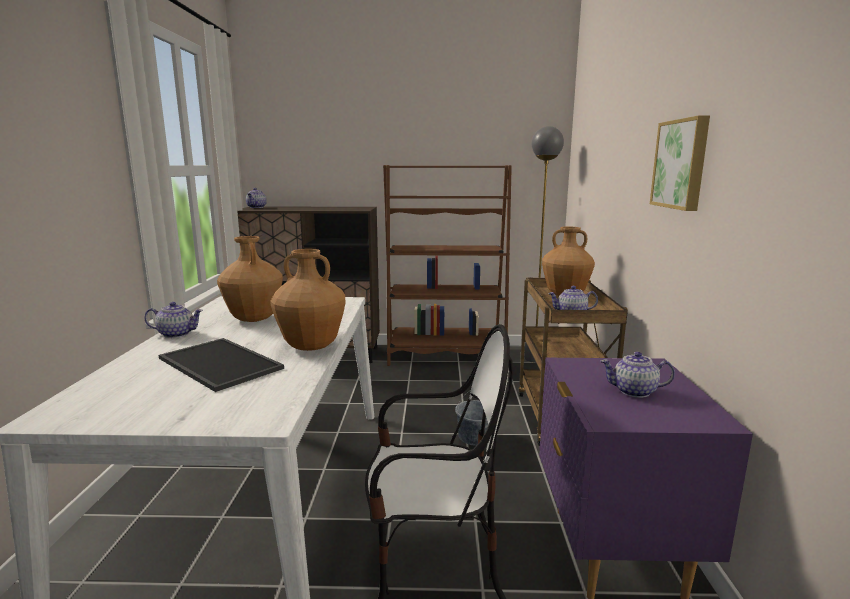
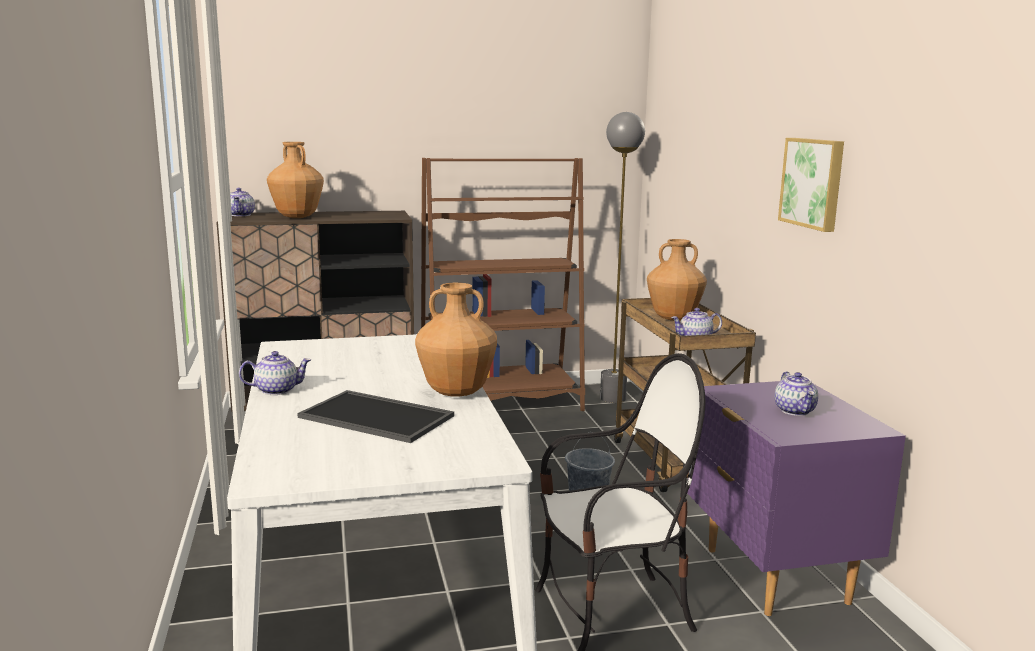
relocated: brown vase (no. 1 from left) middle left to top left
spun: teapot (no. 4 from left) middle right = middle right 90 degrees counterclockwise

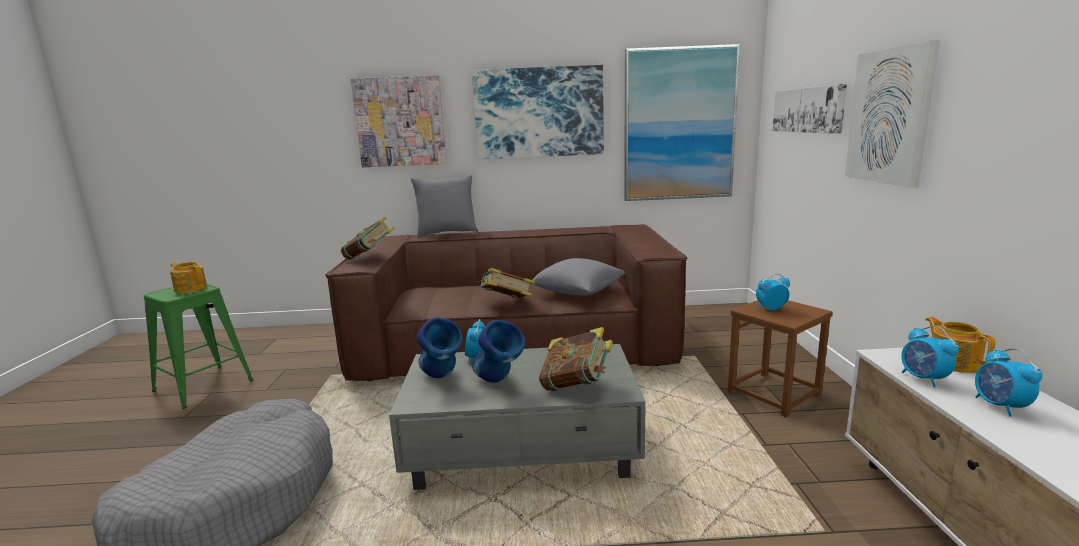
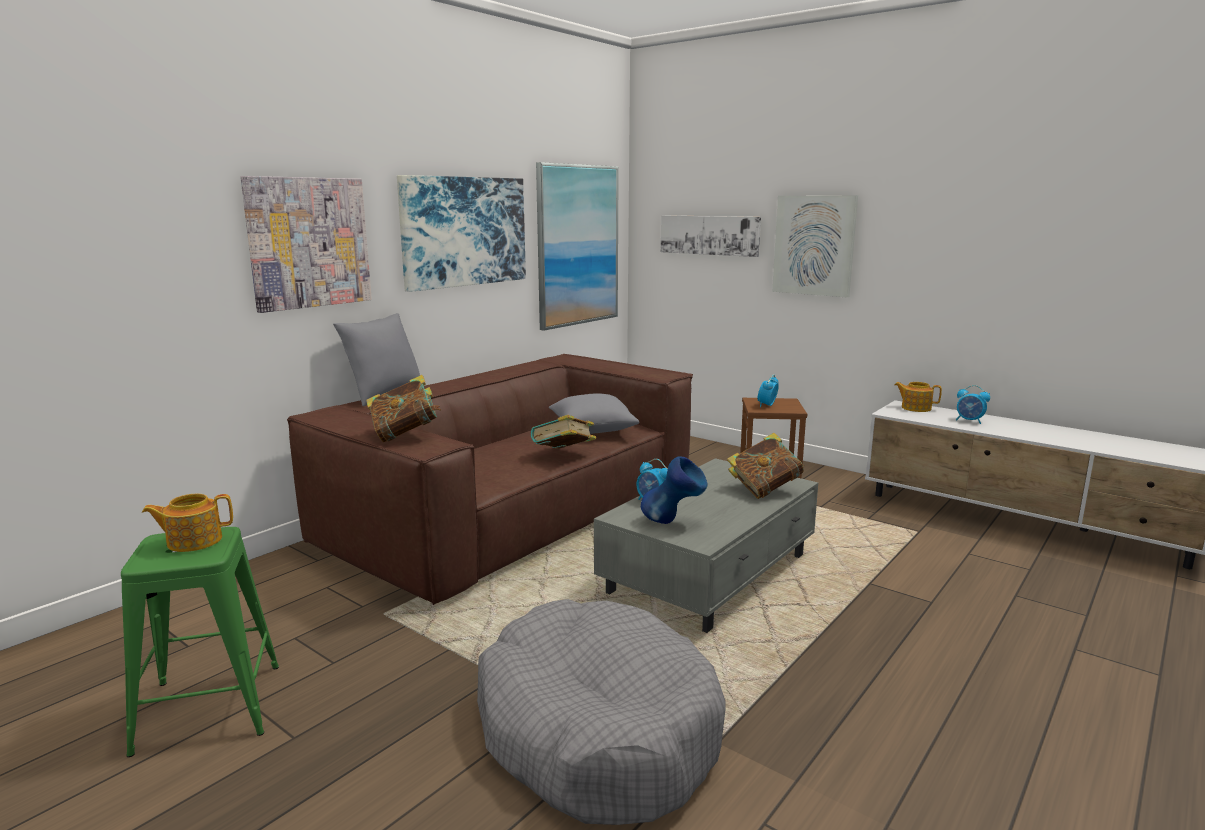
missing: blue vase (no. 2 from left) centre; alarm clock (no. 3 from left) middle right

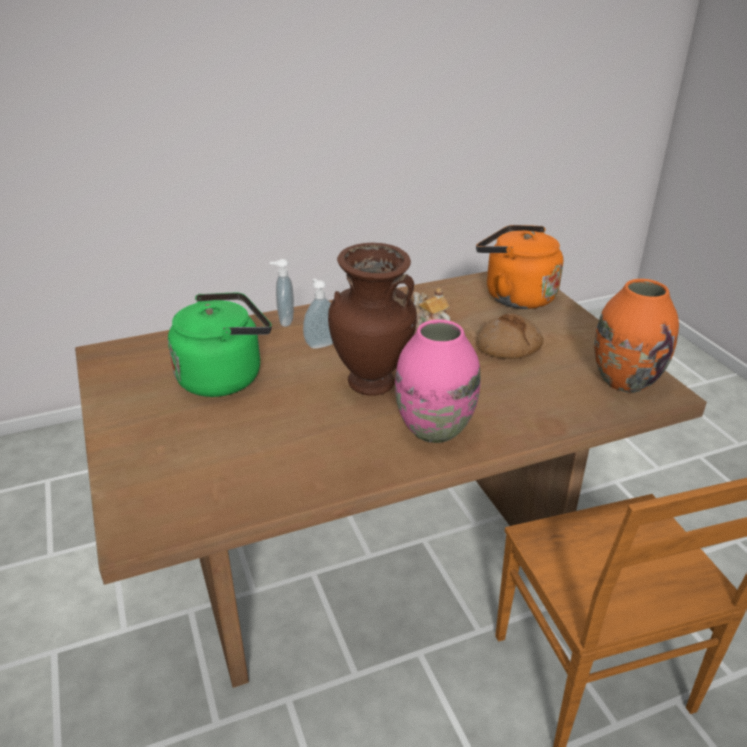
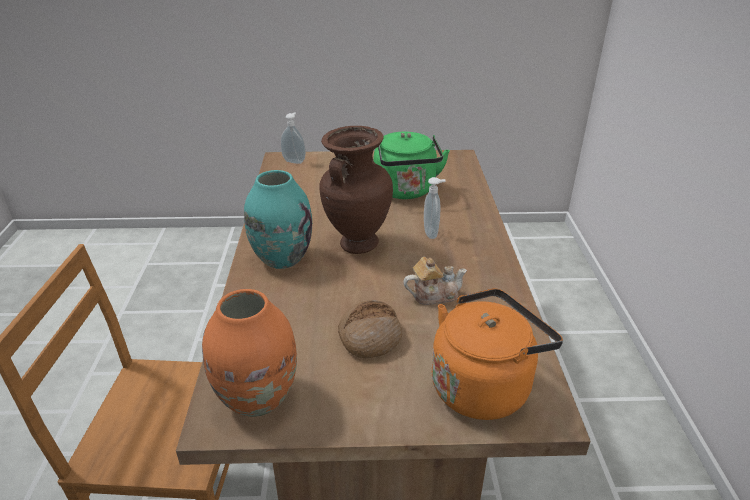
relocated: soap dispenser (no. 1 from left) centre to top centre
colour: pink vase centre to turquoise vase centre

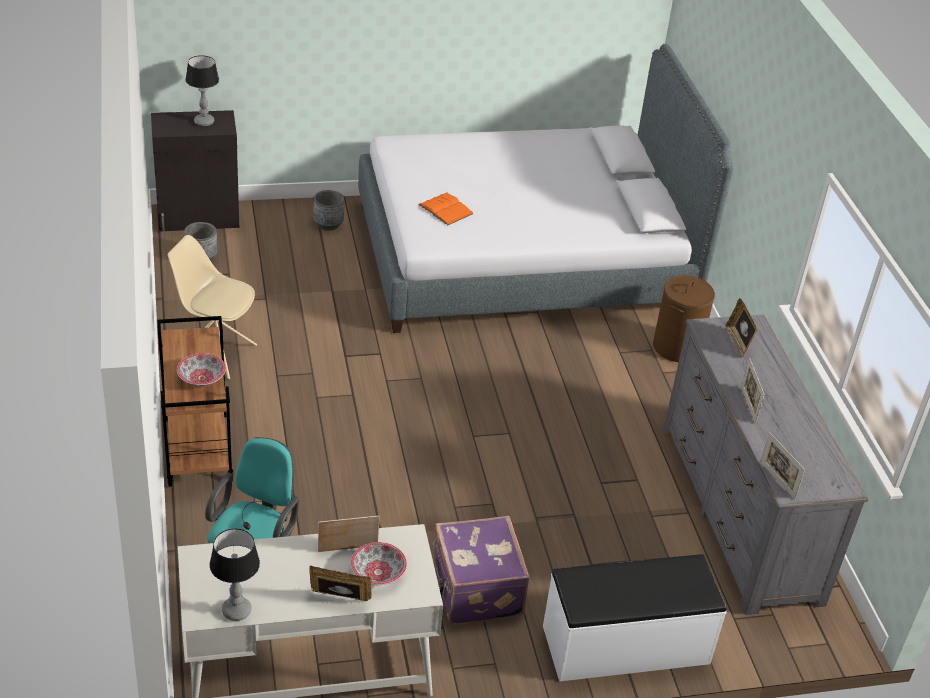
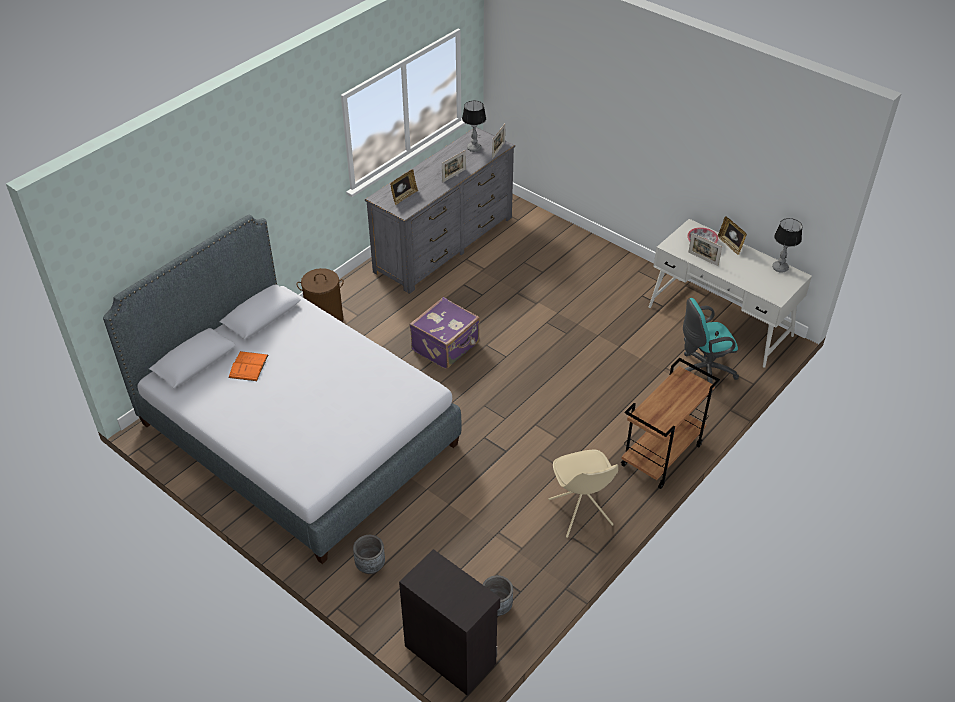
missing: bowl (no. 1 from left) middle left; white bench bottom right
relocated: table lamp (no. 1 from left) top left to top centre; orange book top centre to middle left; purple suitcase bottom centre to centre

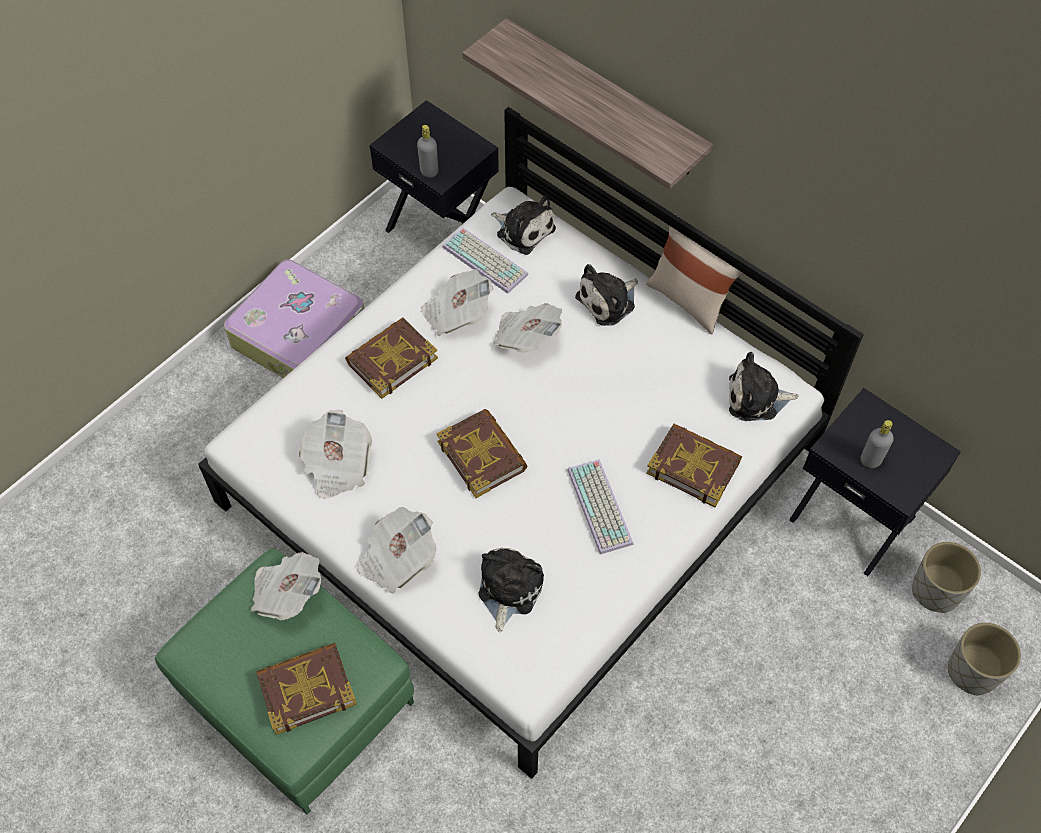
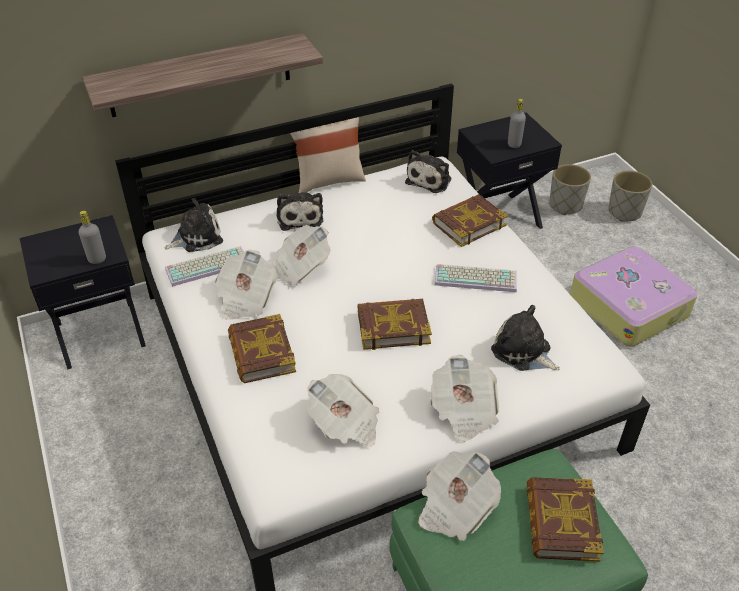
relocated: suitcase middle left to middle right

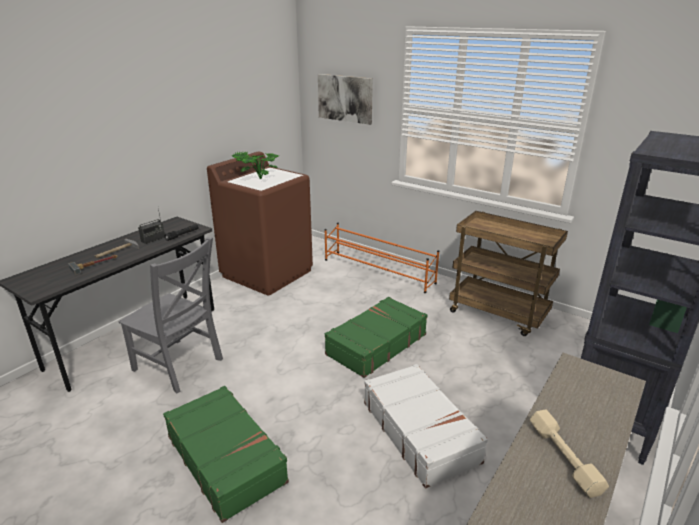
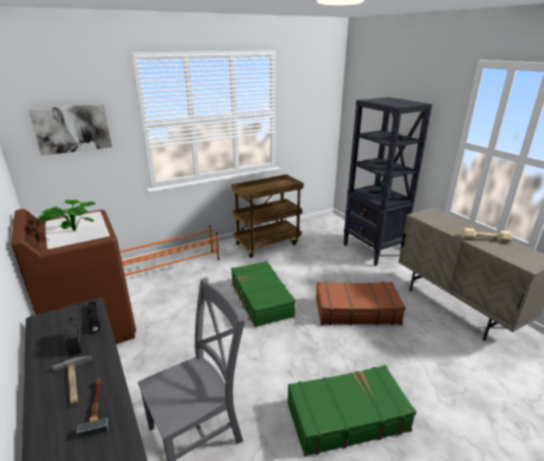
colour: white suitcase bottom centre to brown suitcase centre

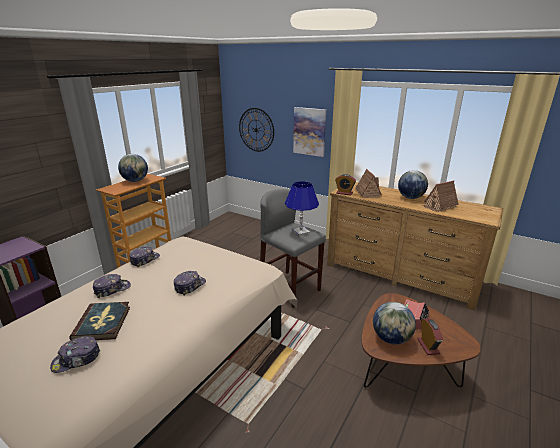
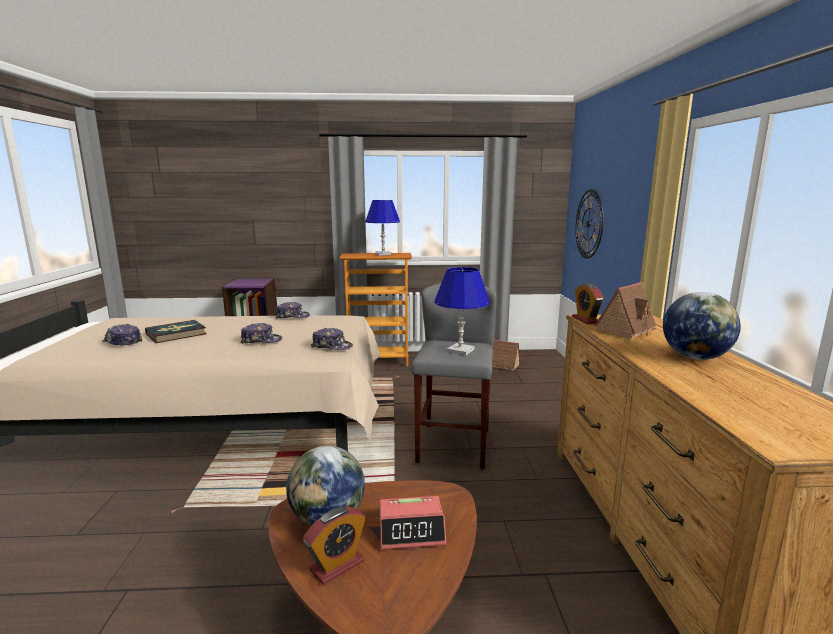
missing: picture top centre
relocated: cap (no. 2 from left in the first image) middle left to cap (no. 4 from left) centre; toy house (no. 2 from left in the first image) middle right to toy house (no. 1 from left) centre
exchanged: globe (no. 1 from left) middle left to blue table lamp (no. 1 from left) centre

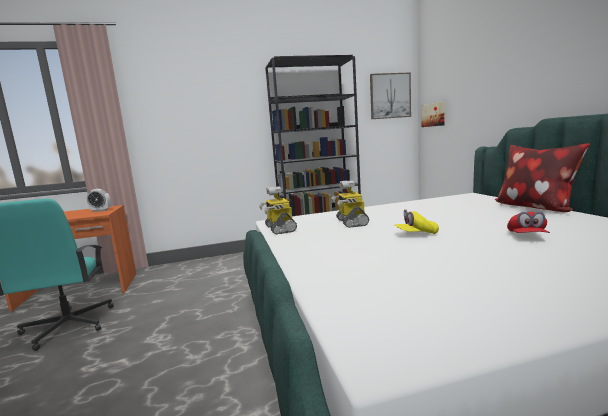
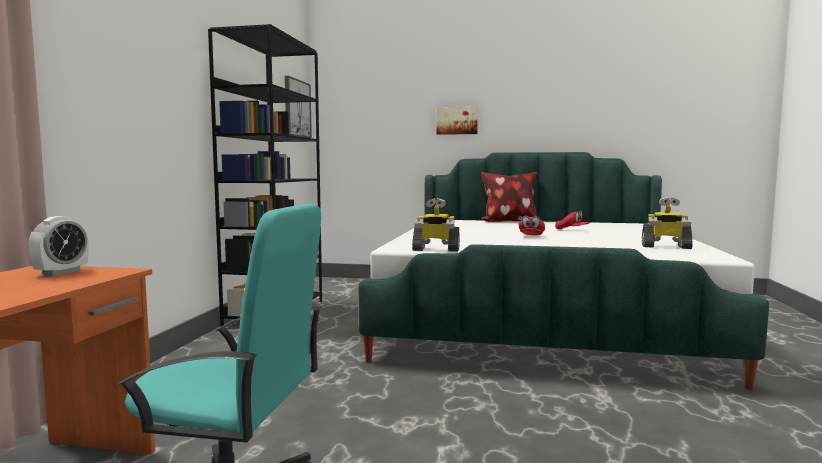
relocated: toy robot (no. 2 from left) centre to middle right; picture (no. 2 from left) top right to top centre
colour: yellow cap middle right to red cap (no. 1 from left) centre

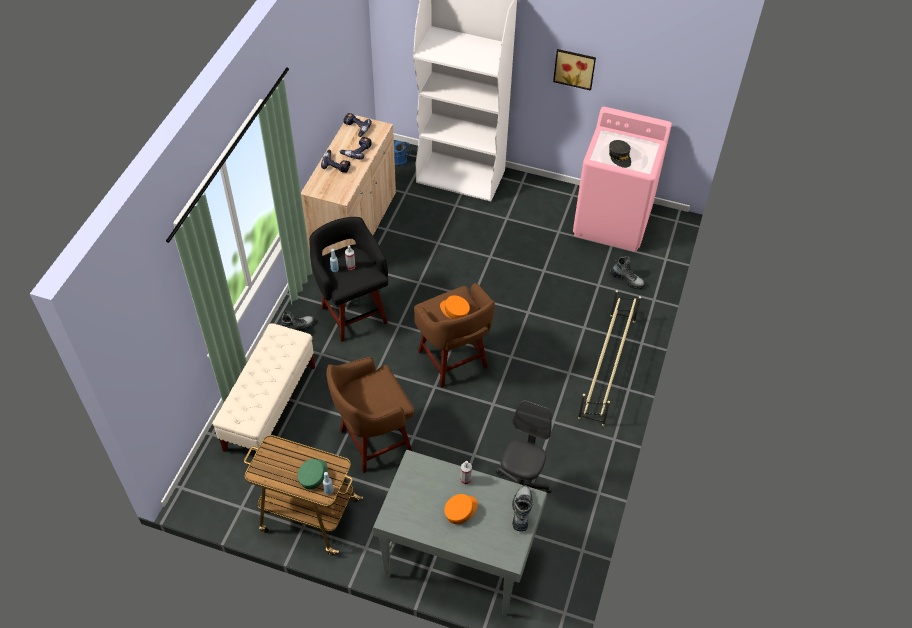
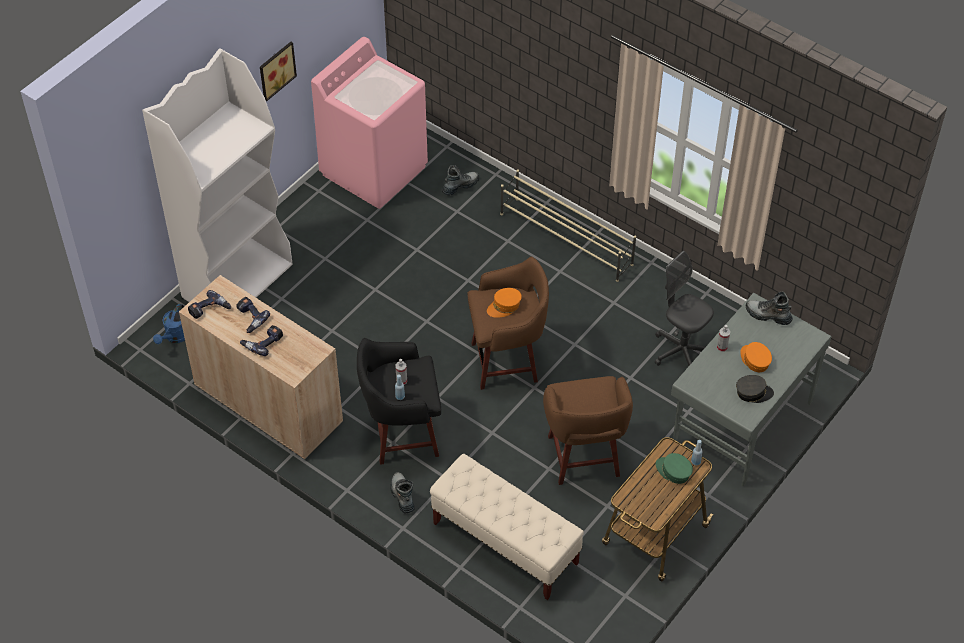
relocated: grey cap top right to middle right

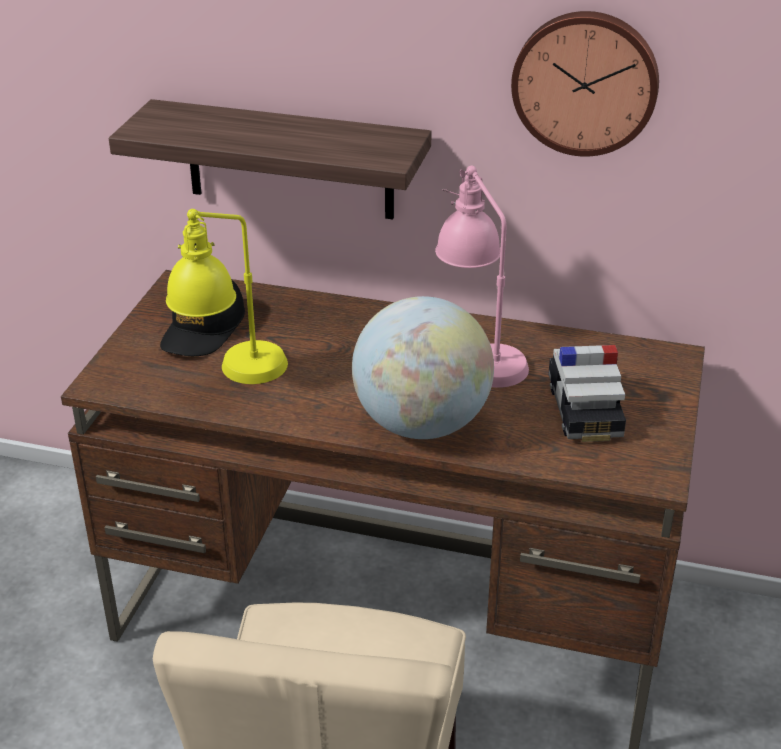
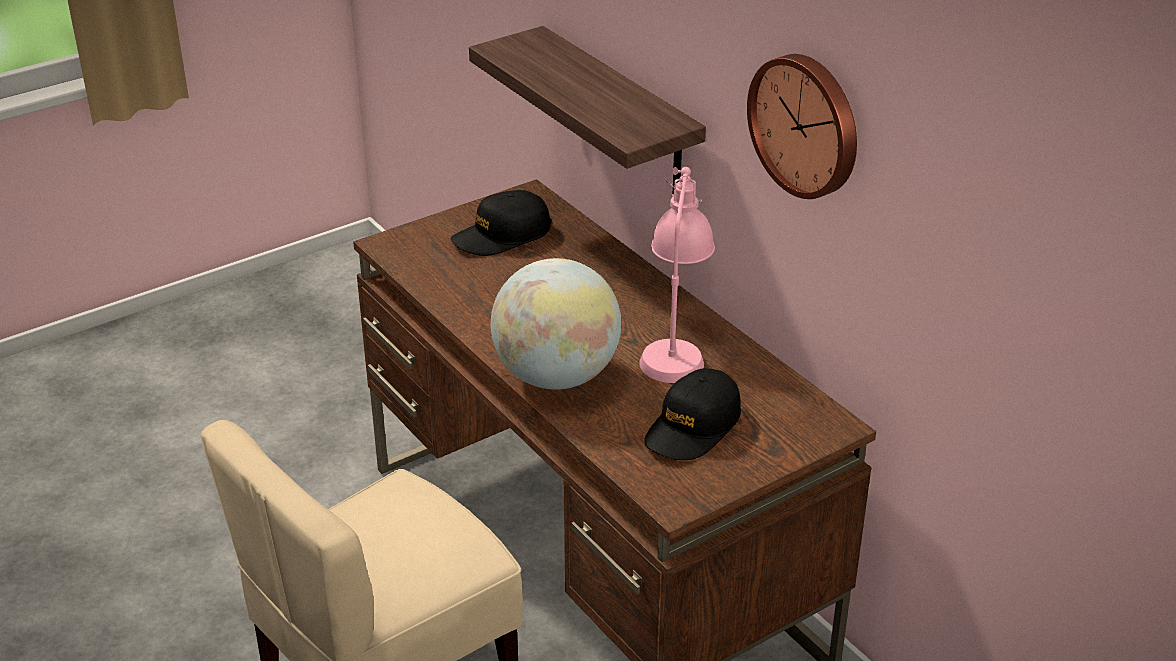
missing: yellow table lamp middle left
exchanged: toy car middle right to black cap (no. 2 from left) centre

